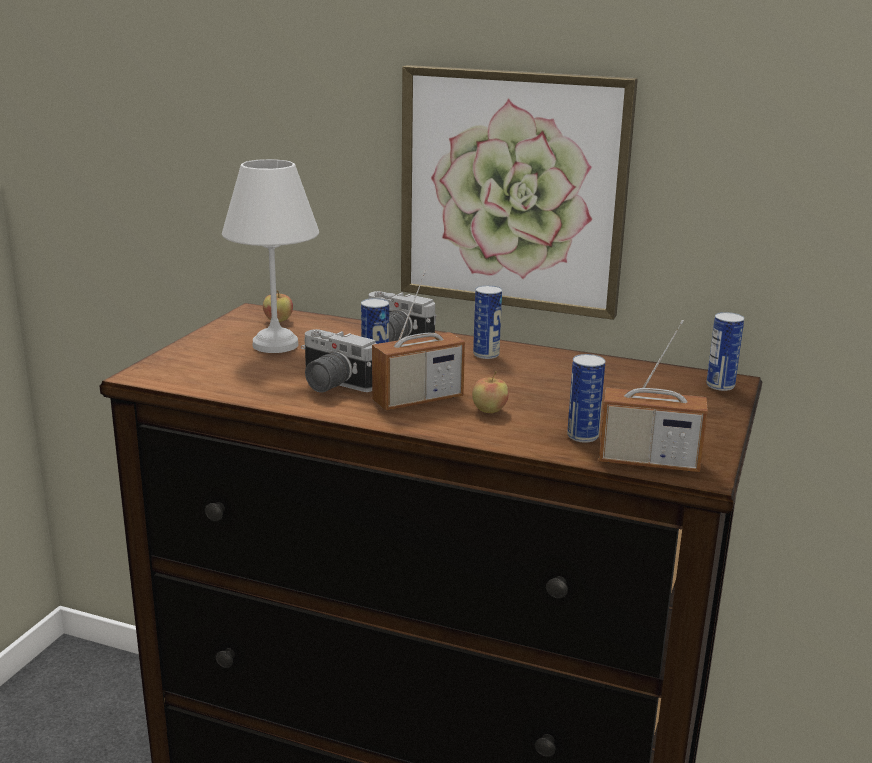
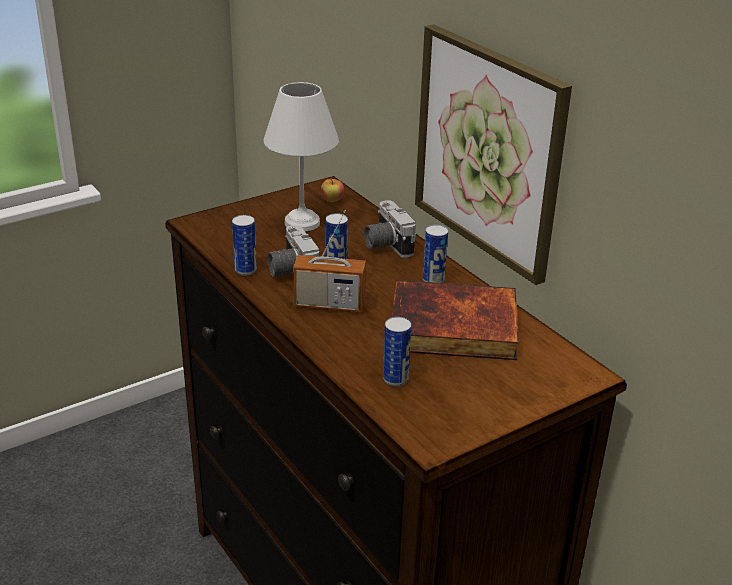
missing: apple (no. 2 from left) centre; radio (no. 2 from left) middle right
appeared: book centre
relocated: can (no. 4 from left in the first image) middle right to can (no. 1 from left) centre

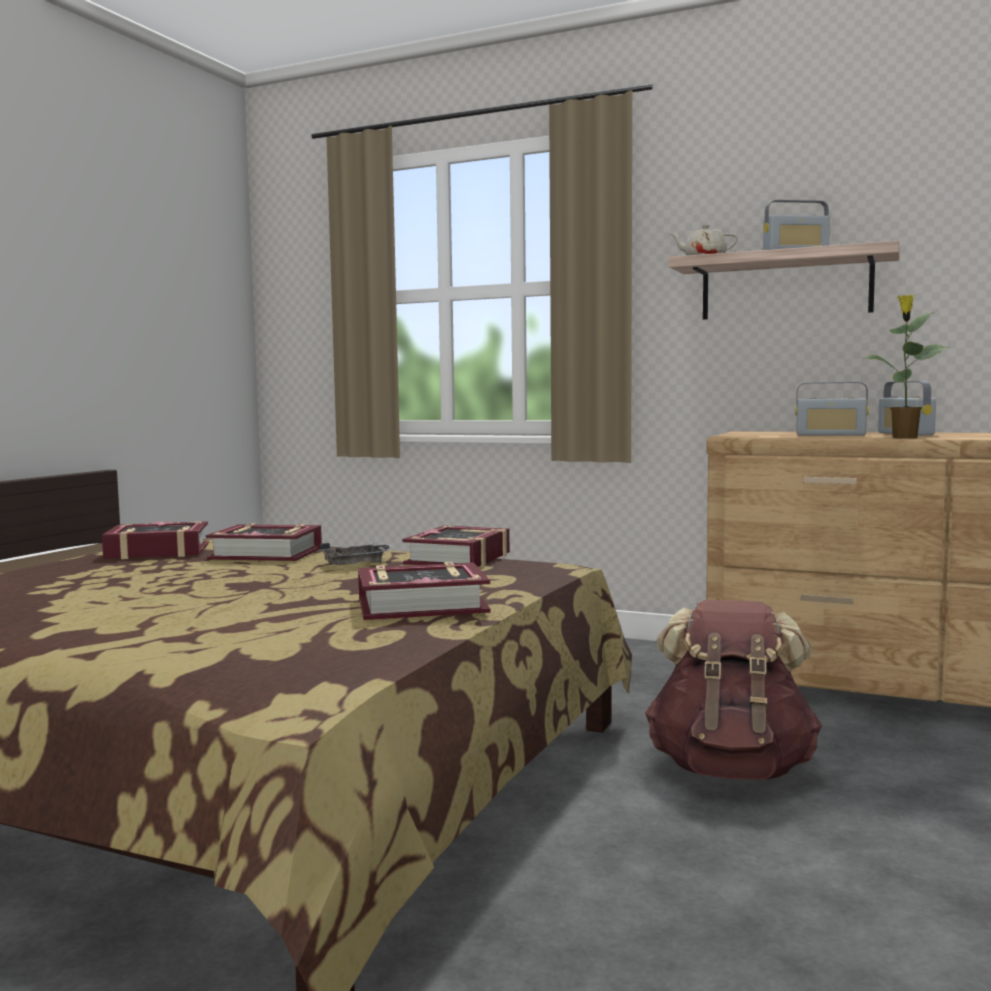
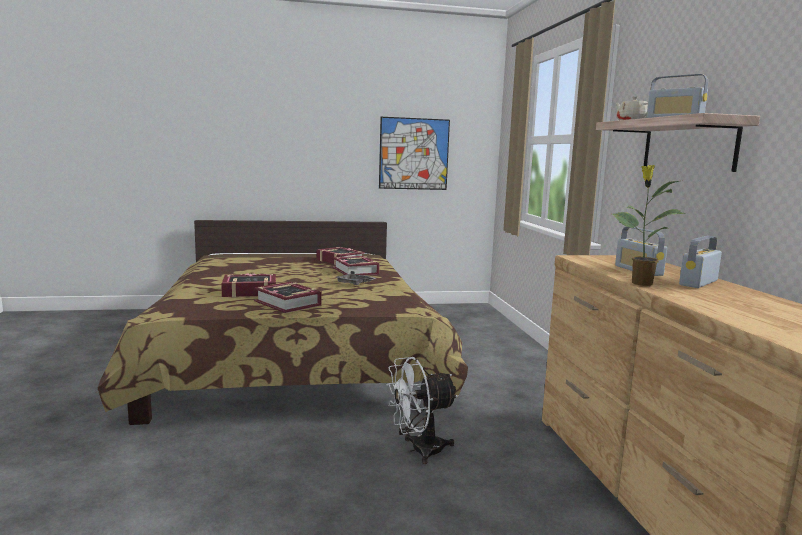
appeared: picture top centre
relocated: book (no. 4 from left in the first image) centre to book (no. 1 from left) middle left
exchanged: brown backpack bottom right to white fan bottom centre

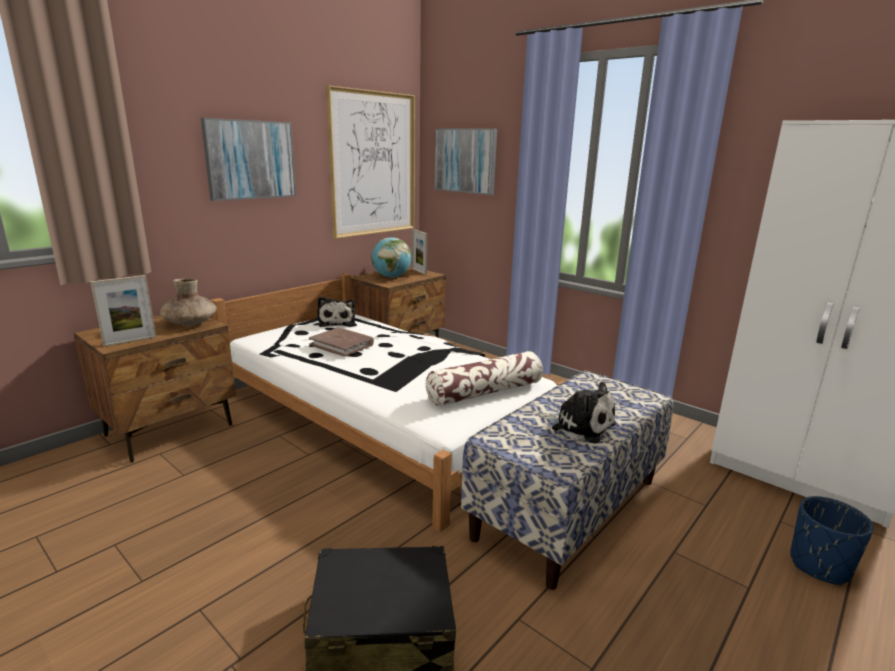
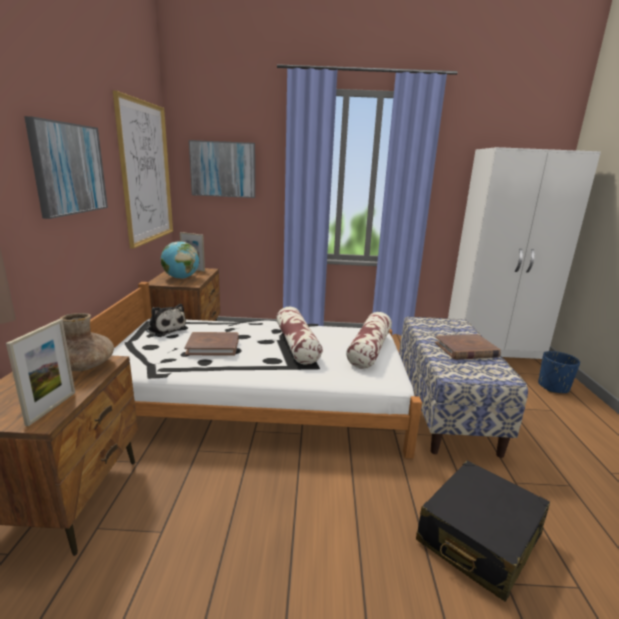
appeared: pillow (no. 1 from left) centre
exchanged: plush toy (no. 2 from left) centre to brown book (no. 2 from left) middle right

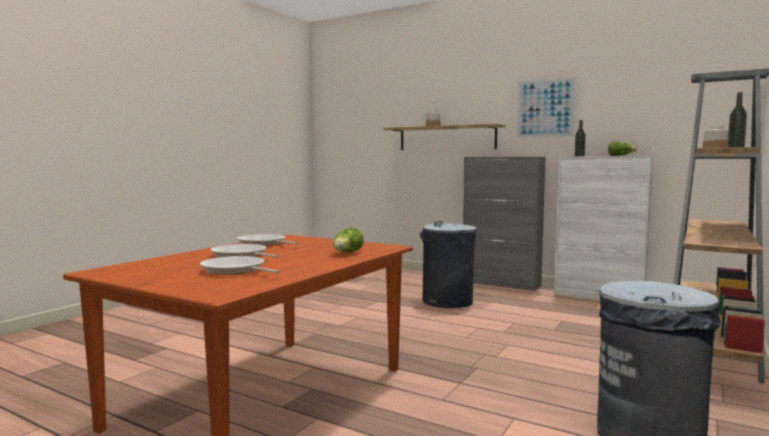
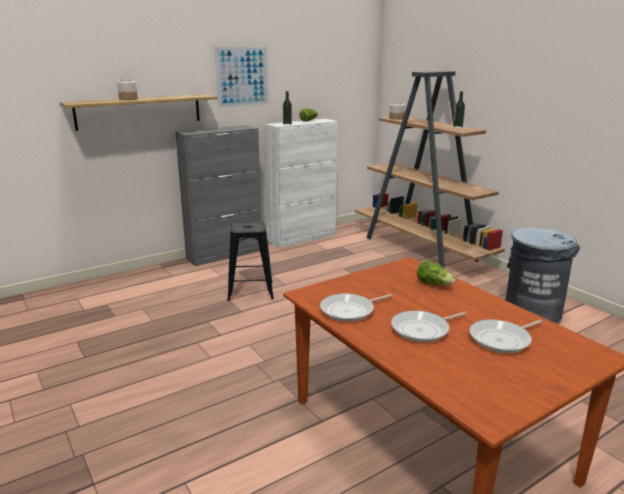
exchanged: grey trash can (no. 1 from left) centre to black stool centre

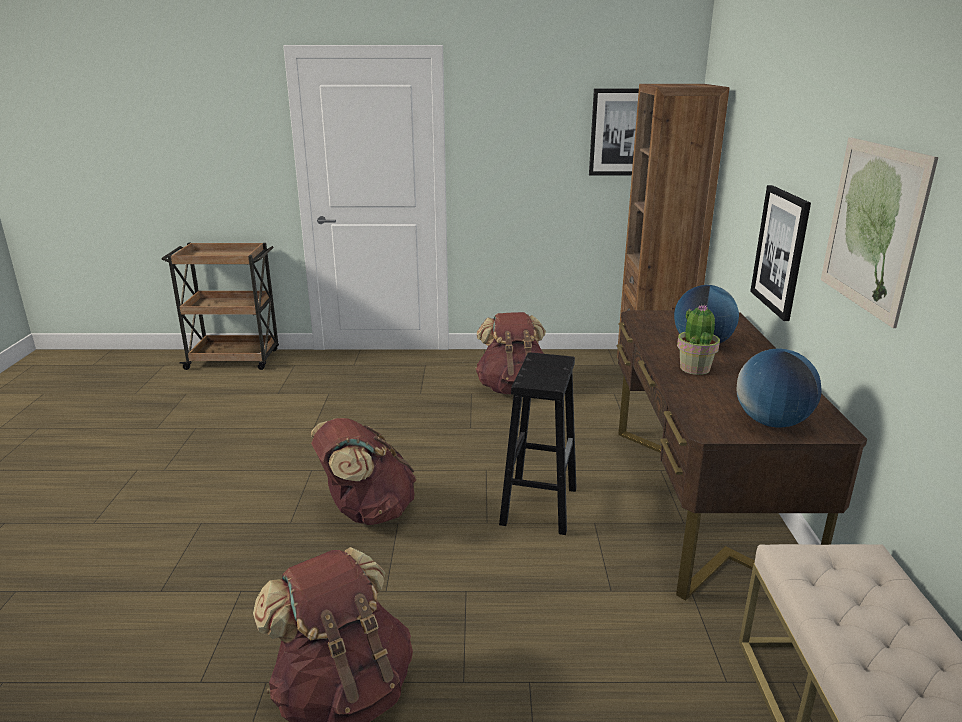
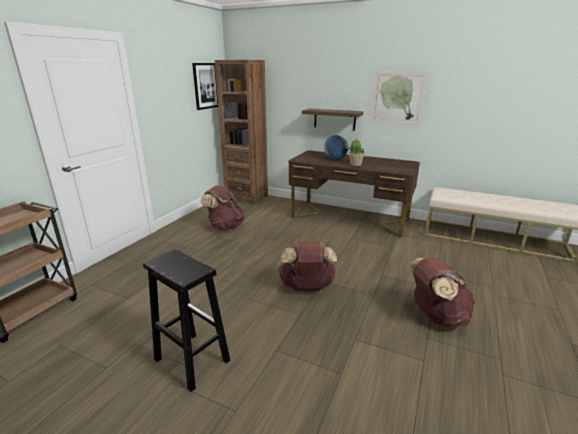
missing: globe (no. 2 from left) middle right
relocated: black stool centre to bottom left
exchanged: picture (no. 2 from left) middle right to shelf top centre

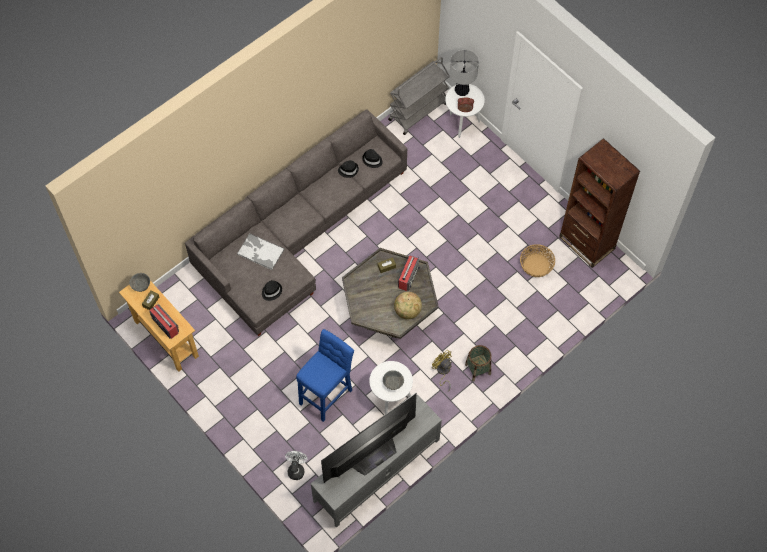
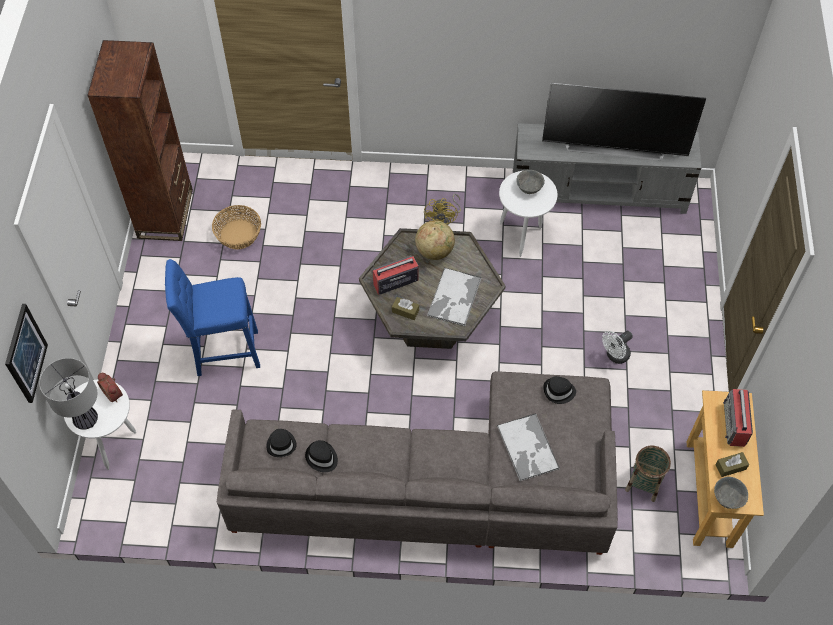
missing: grey cart top centre
appeared: picture middle left; tray (no. 1 from left) centre
relocated: white fan bottom centre to middle right; blue stool bottom centre to middle left; basket (no. 1 from left in the first image) centre to basket (no. 2 from left) bottom right

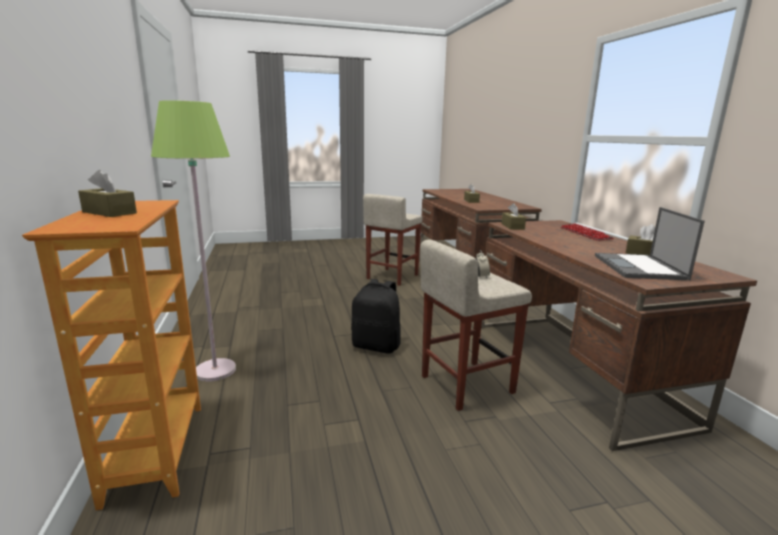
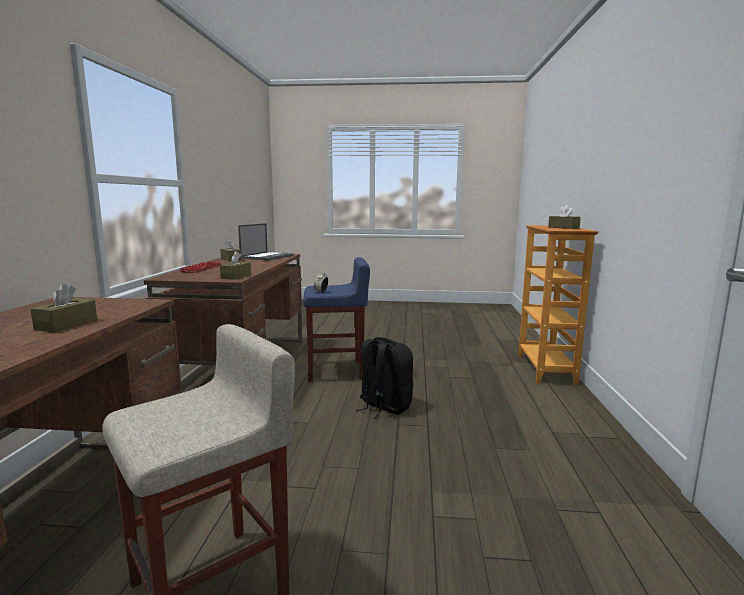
missing: green floor lamp middle left
colour: beige stool (no. 2 from left) centre to blue stool centre

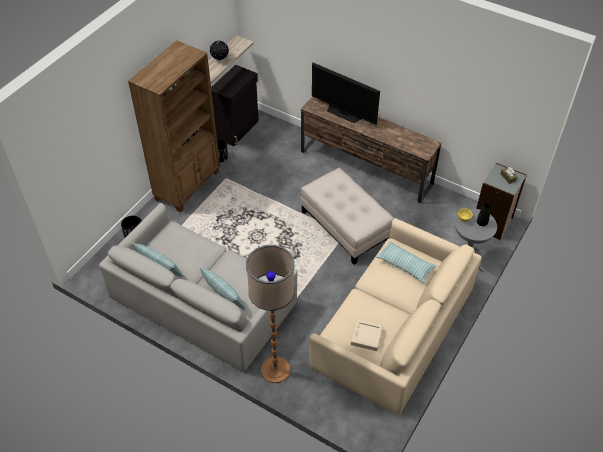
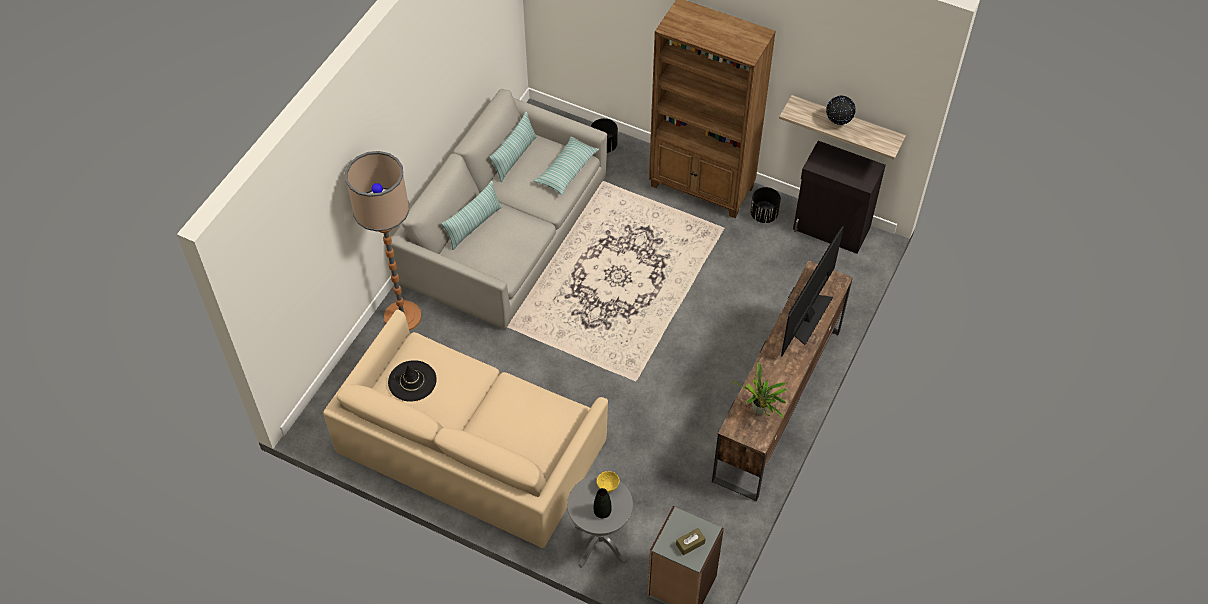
missing: beige ottoman centre
appeared: potted plant centre
relocated: pillow (no. 3 from left) middle right to top centre
exchanged: beige tray bottom centre to black hat centre

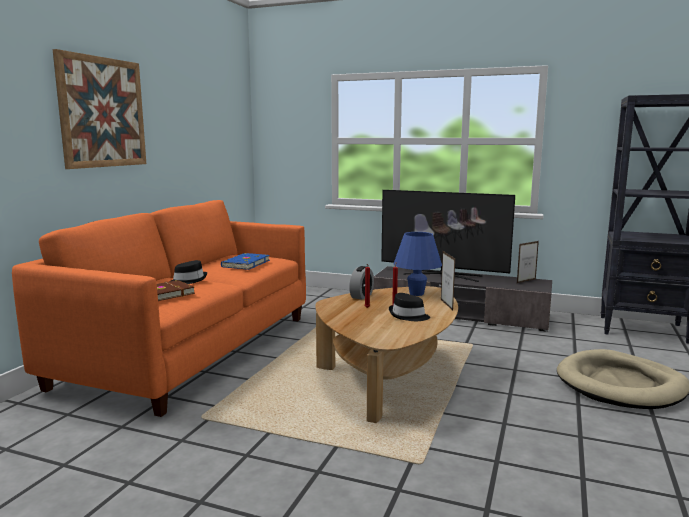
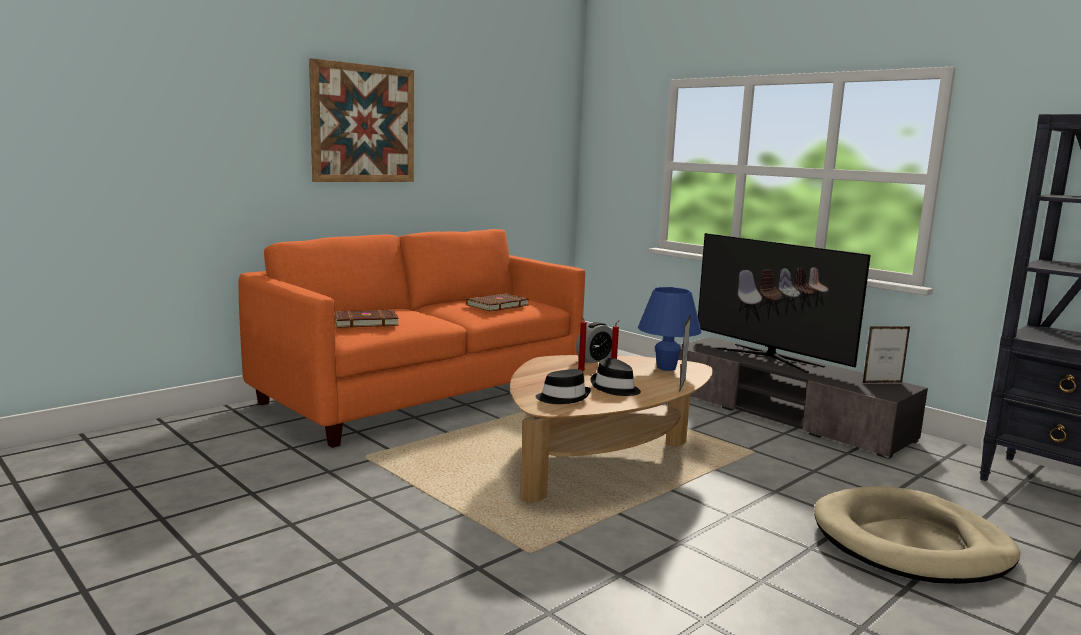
relocated: black hat (no. 1 from left) middle left to centre
colour: blue book centre to brown book (no. 2 from left) centre

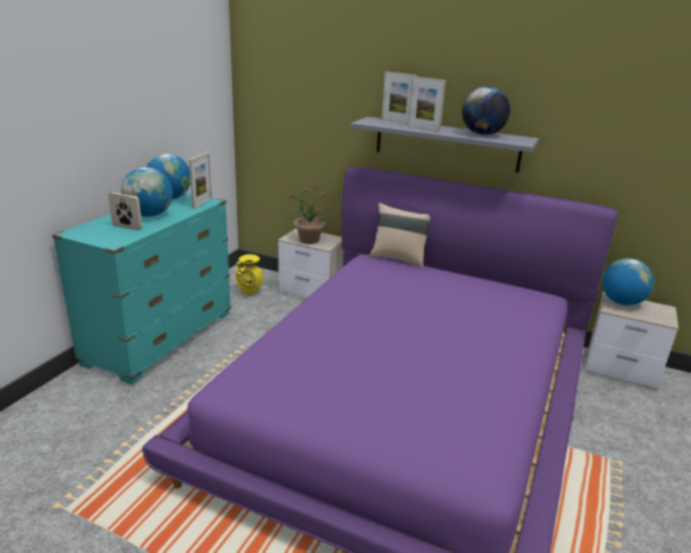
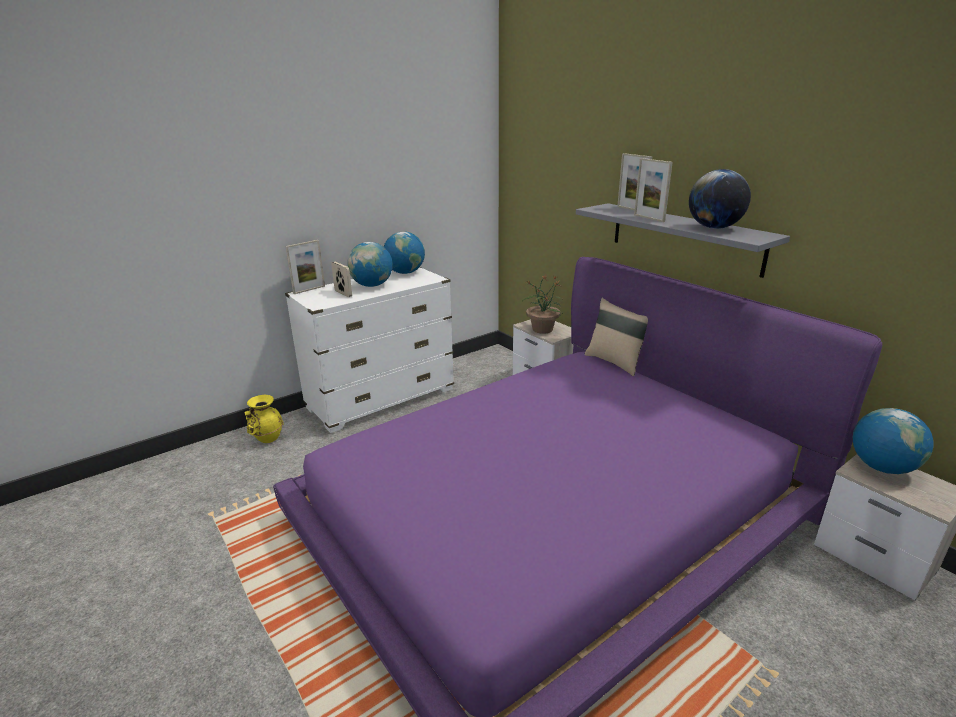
relocated: picture frame (no. 2 from left in the first image) top left to picture frame (no. 1 from left) middle left; yellow vase centre to middle left
colour: turquoise dresser middle left to white dresser centre

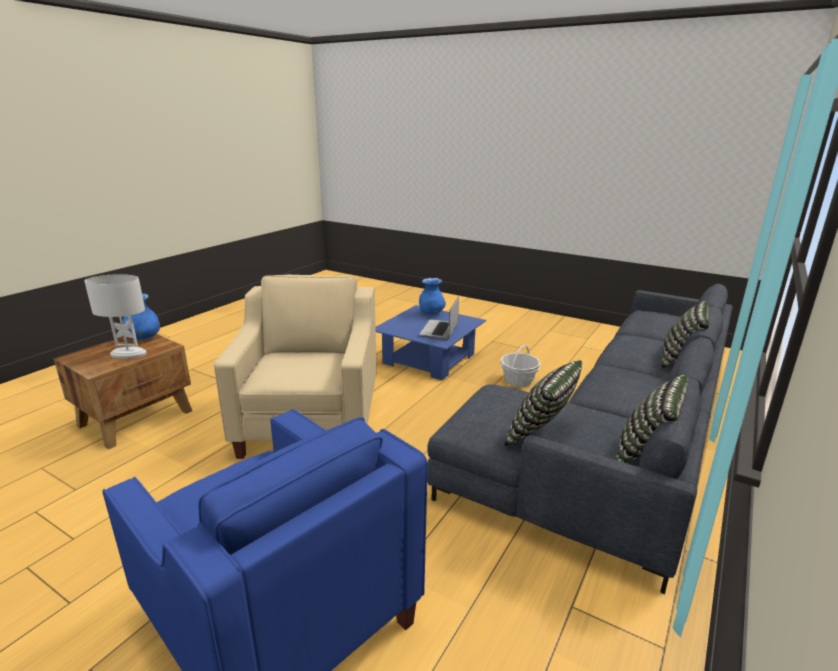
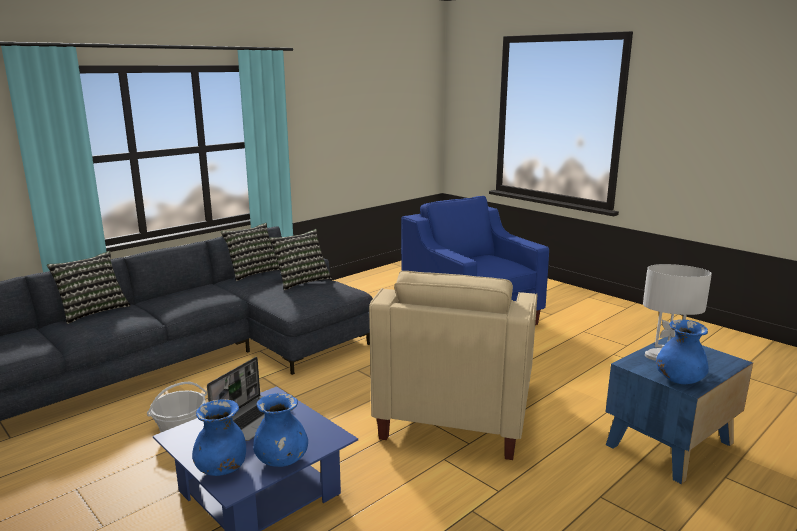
appeared: blue vase (no. 2 from left) bottom centre
colour: brown side table middle left to blue side table bottom right

